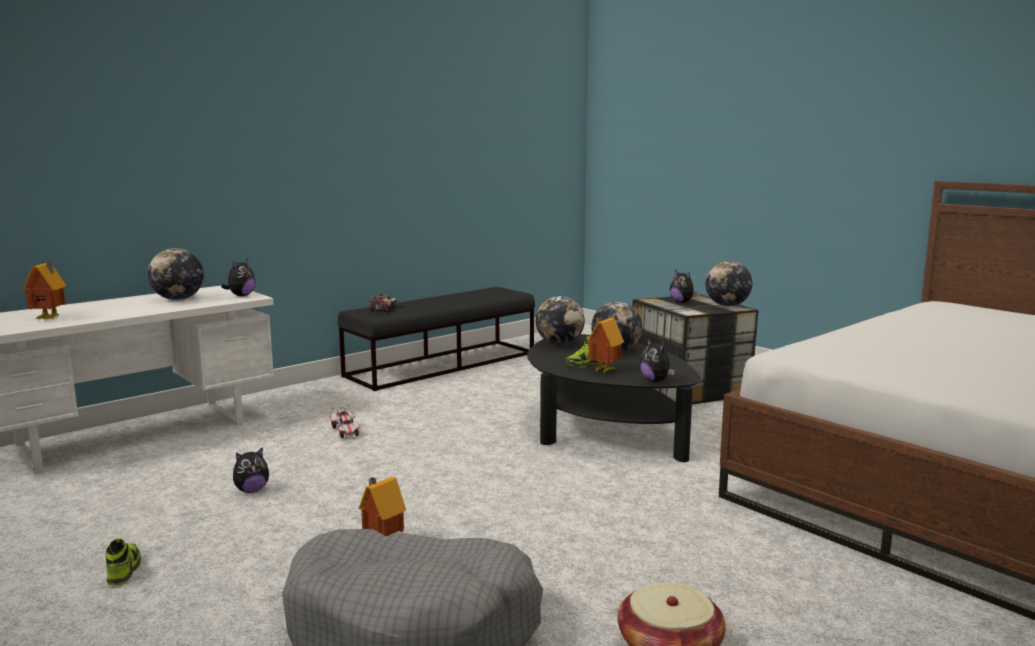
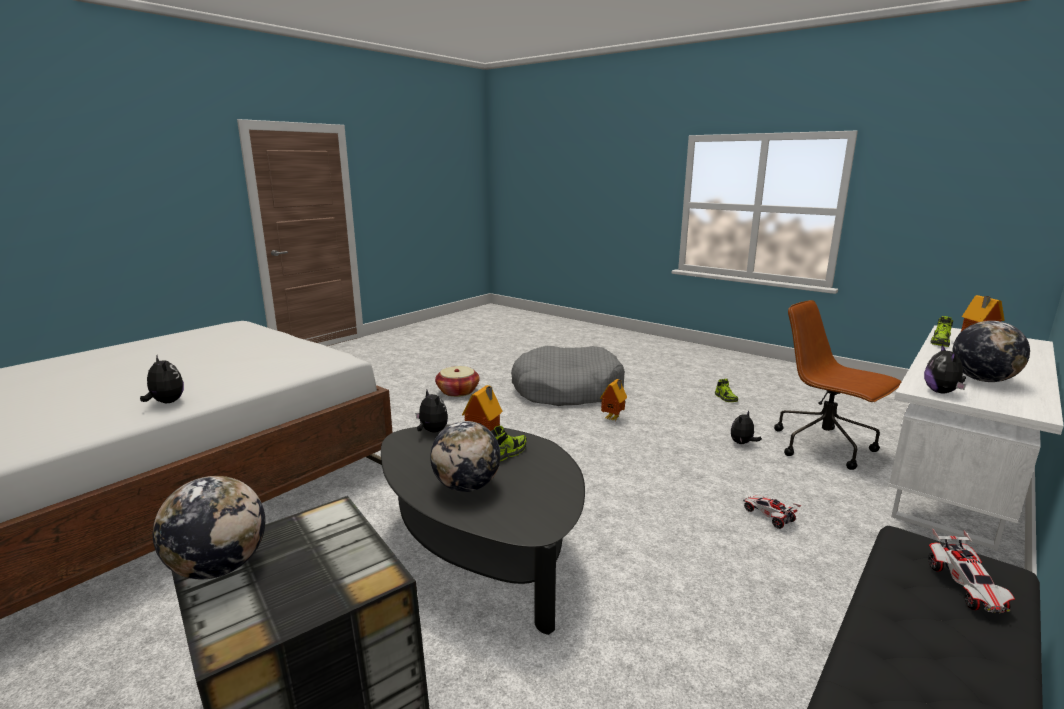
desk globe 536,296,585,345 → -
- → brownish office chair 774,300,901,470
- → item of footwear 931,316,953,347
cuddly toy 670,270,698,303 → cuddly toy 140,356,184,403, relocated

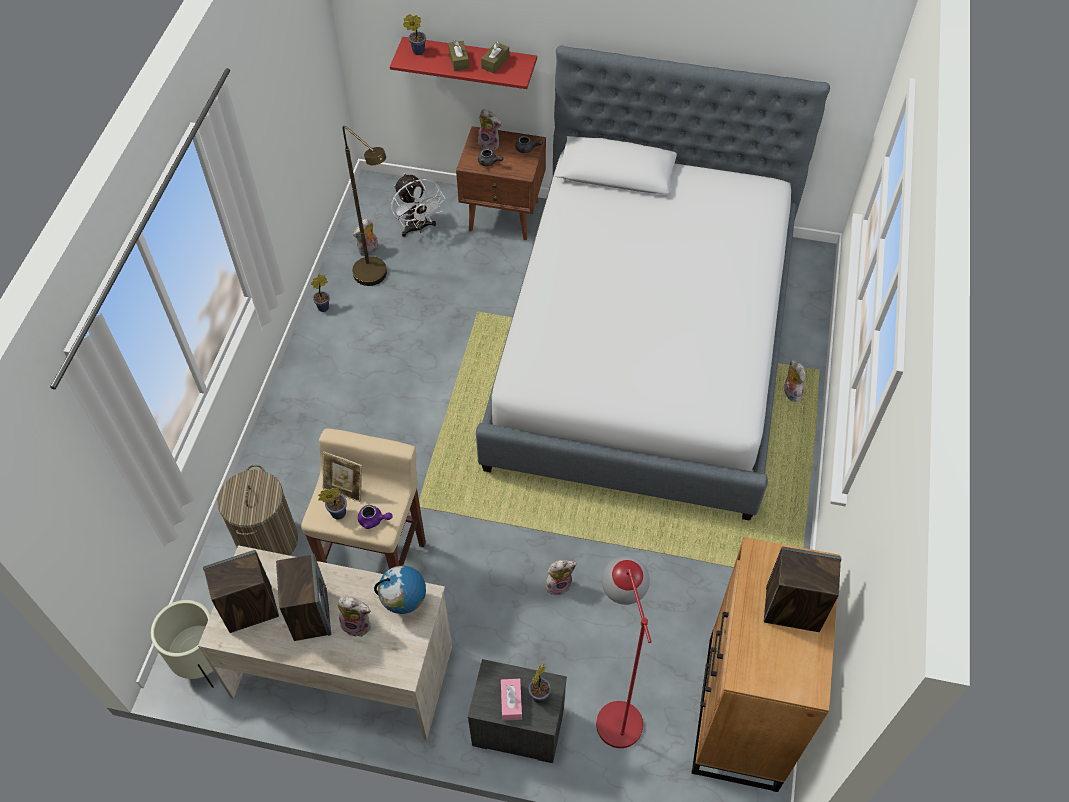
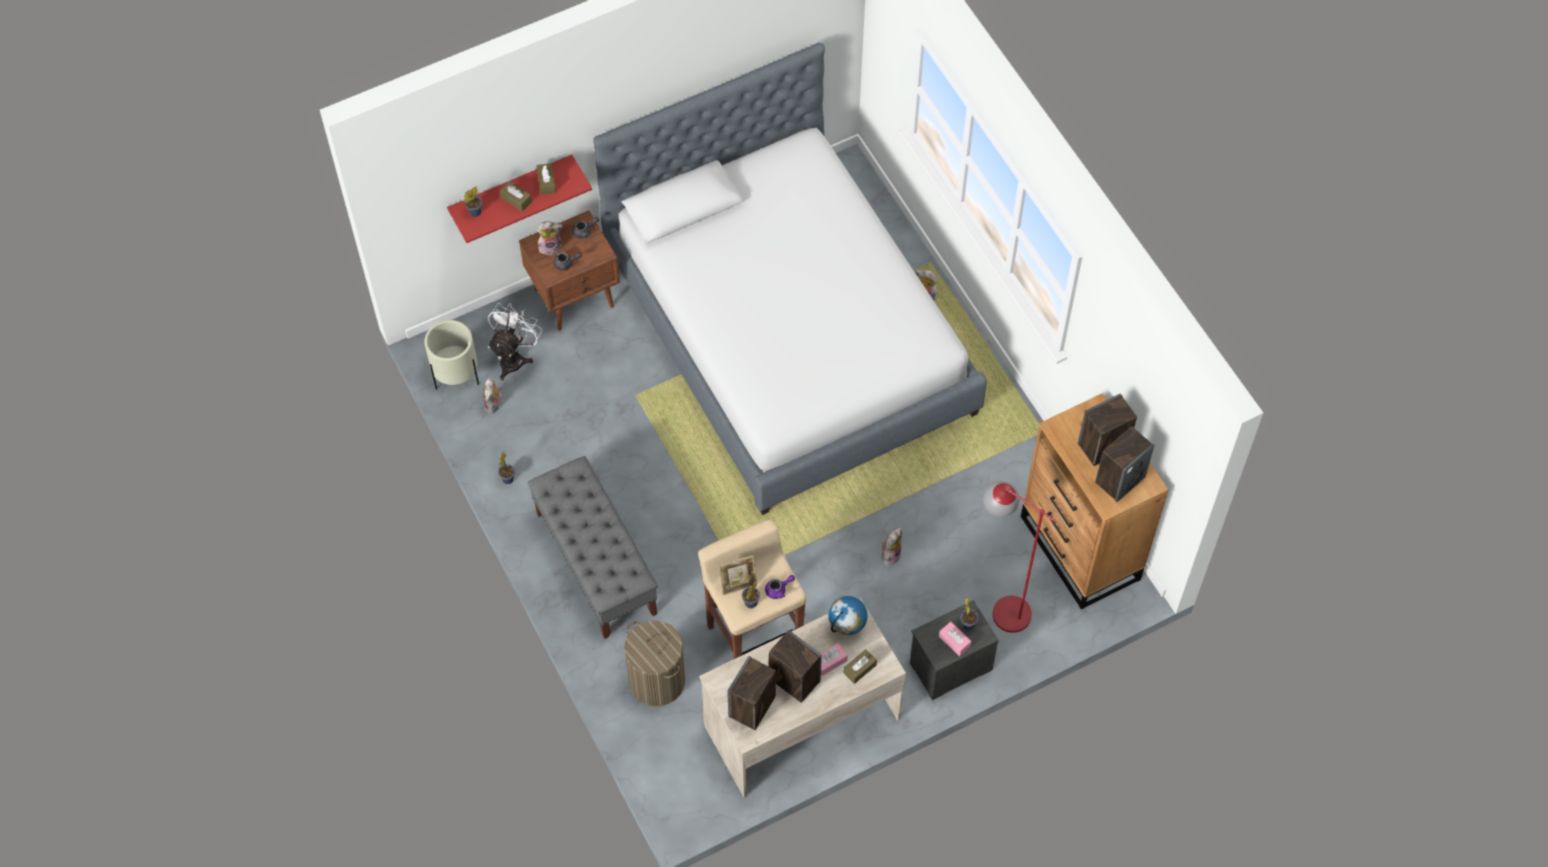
brownish standing lamp 343,126,387,286 → -
- → gray indoor bench 528,456,658,639
- → brownish box of tissues 843,649,877,684
- → loudspeaker 1095,426,1154,502
sand-coloured plant pot 151,600,214,688 → sand-coloured plant pot 424,320,479,390, relocated
cuddly toy 337,597,371,637 → pinkish box of tissues 821,643,848,676
white fan 391,173,445,237 → white fan 488,303,542,381, 90 degrees counterclockwise

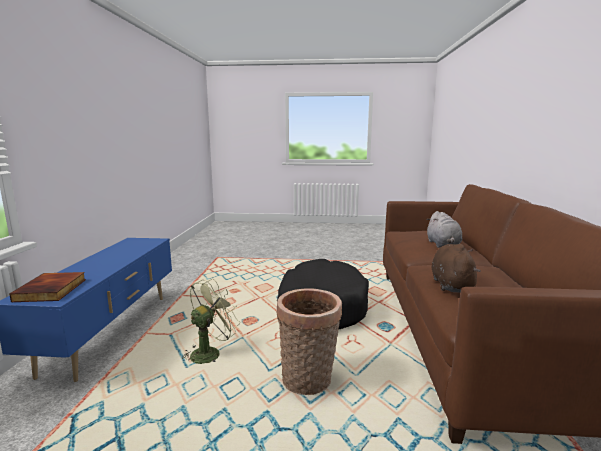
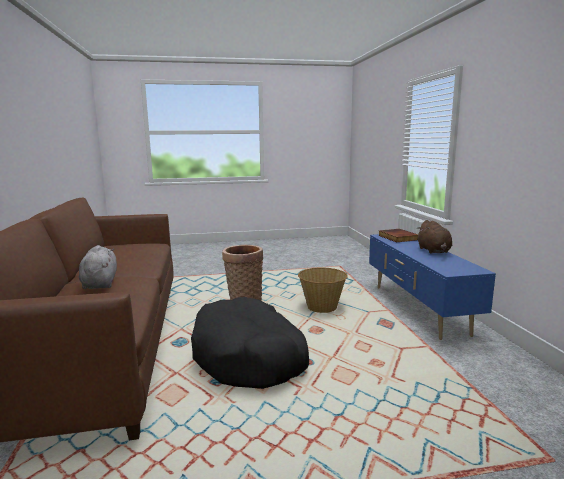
brownish cuddly toy 432,244,481,293 → brownish cuddly toy 416,220,452,254, relocated
greenish fan 182,279,240,364 → household basket 298,267,348,313

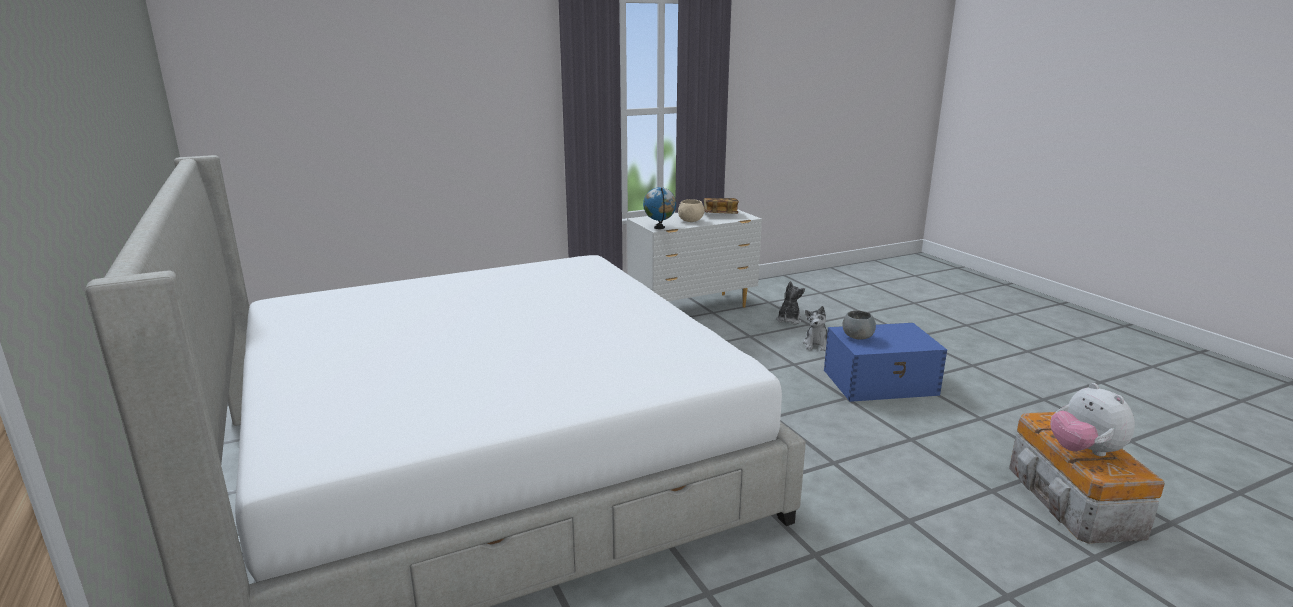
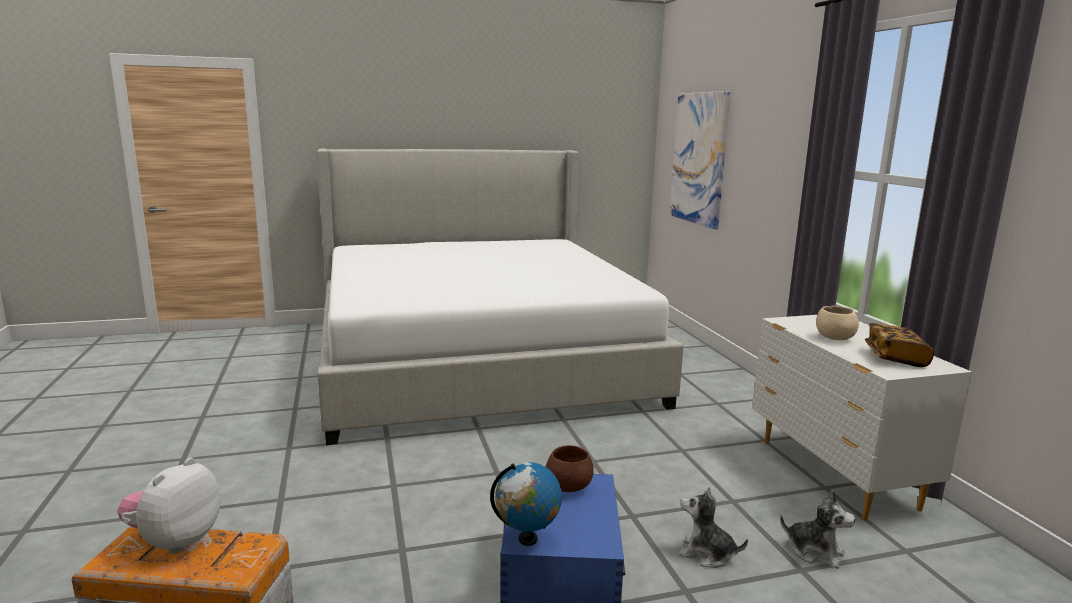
- → picture 670,91,731,229
desk globe 643,187,676,229 → desk globe 490,462,562,546, relocated
gray serving bowl 843,310,876,340 → brownish serving bowl 546,445,594,492
cuddly toy 1050,383,1135,457 → cuddly toy 117,457,221,554, 60 degrees counterclockwise

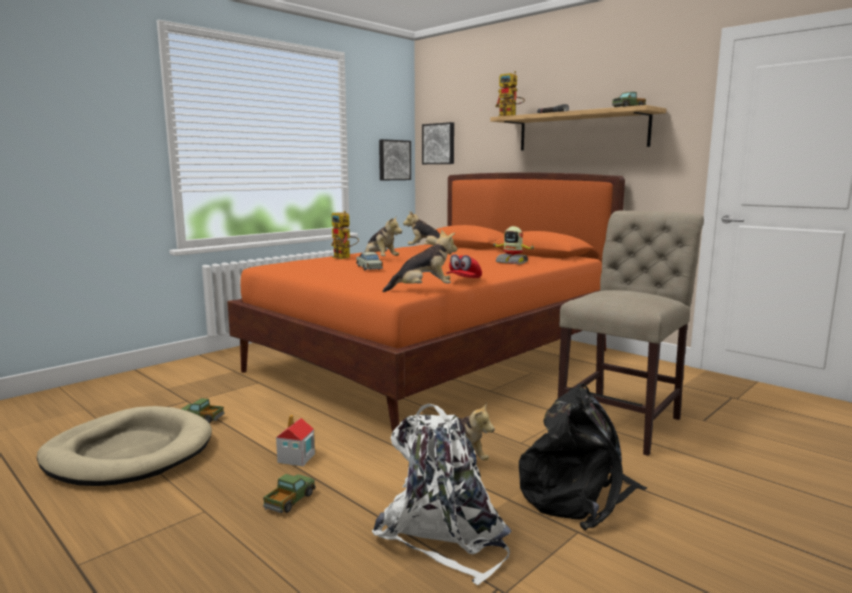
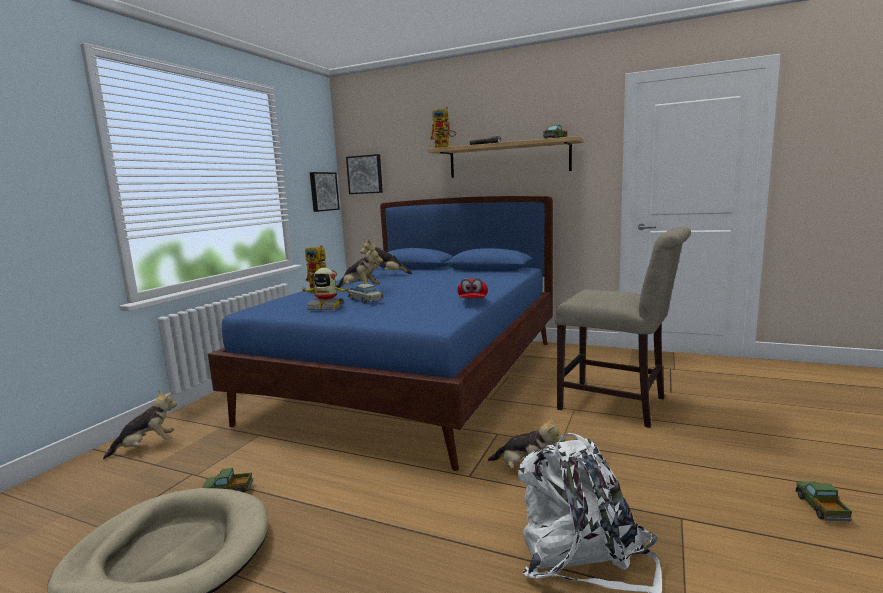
model house 276,414,315,467 → -
blackish rucksack 519,384,647,530 → -
toy truck 263,474,315,513 → toy truck 796,481,852,523, relocated
cuddly toy 382,230,457,292 → cuddly toy 103,391,177,459, relocated
model robot 491,226,535,264 → model robot 301,268,351,310, relocated
orange sleeping bed 227,173,625,432 → blue-coloured sleeping bed 208,196,553,471
sand-coloured upright chair 558,210,704,456 → sand-coloured upright chair 555,227,691,428, 105 degrees clockwise

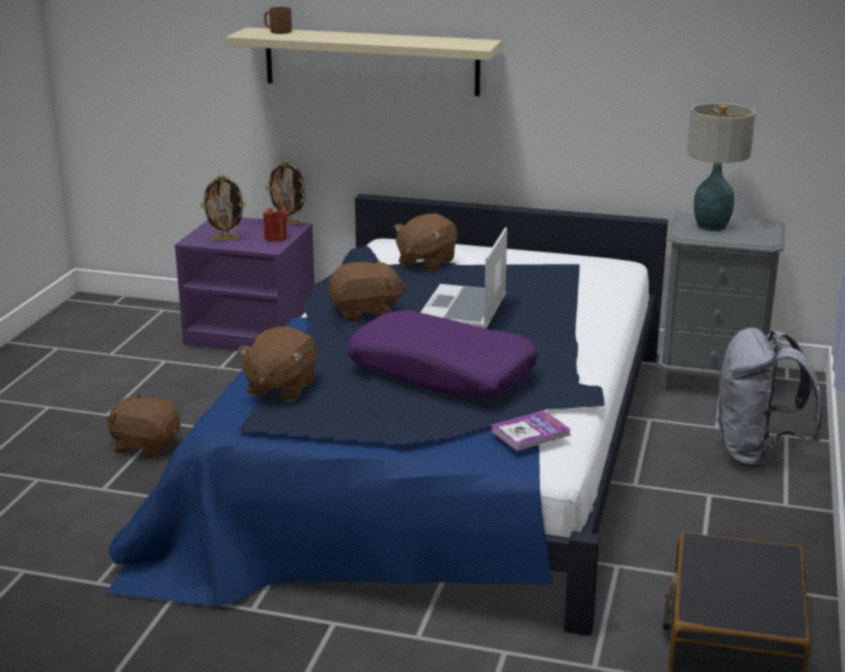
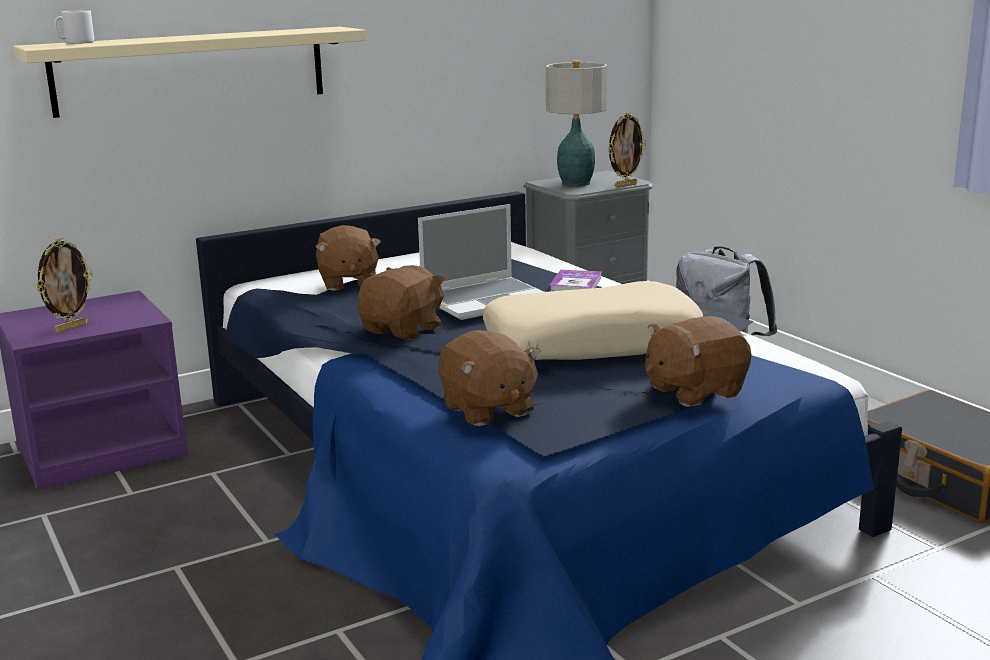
red wax candle 263,206,287,242 → -
brownish cuddly toy 107,393,180,458 → brownish cuddly toy 645,316,751,406, relocated
photo frame 266,160,307,225 → photo frame 608,112,646,187, relocated
book 490,410,571,451 → book 549,270,602,291, relocated
brownish coffee mug 264,7,292,34 → gray coffee mug 54,10,95,44
purple-coloured cushion 347,310,538,398 → sand-coloured cushion 483,281,703,360
notebook computer 420,227,507,329 → notebook computer 418,204,544,320, 90 degrees counterclockwise

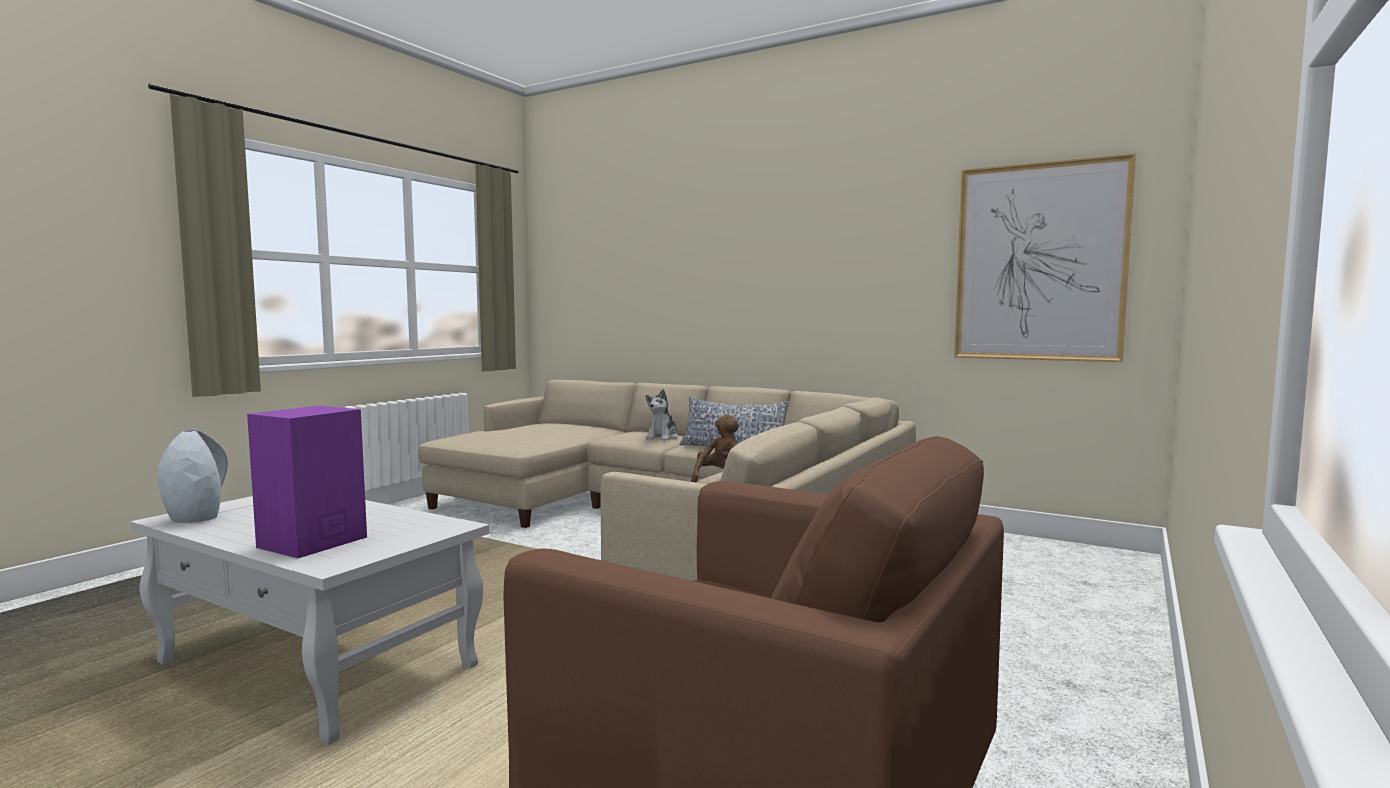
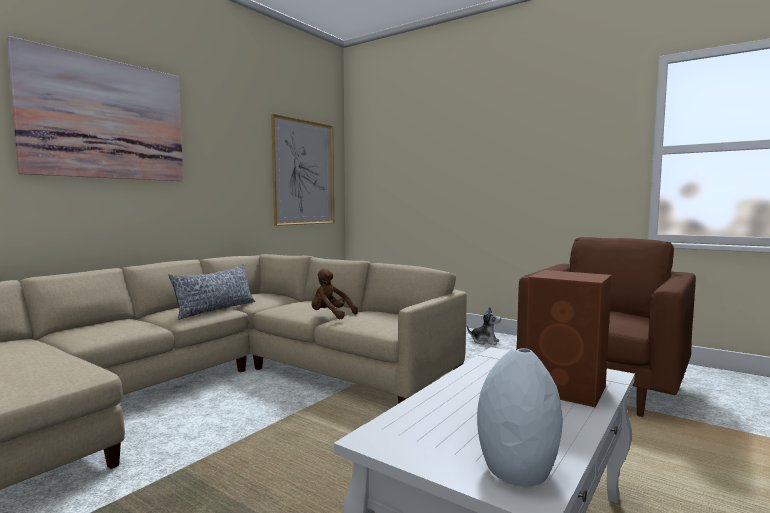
- → picture 7,36,183,181
cuddly toy 646,389,678,441 → cuddly toy 467,307,501,345, relocated
purple-coloured loudspeaker 247,405,367,558 → brownish loudspeaker 526,270,612,407

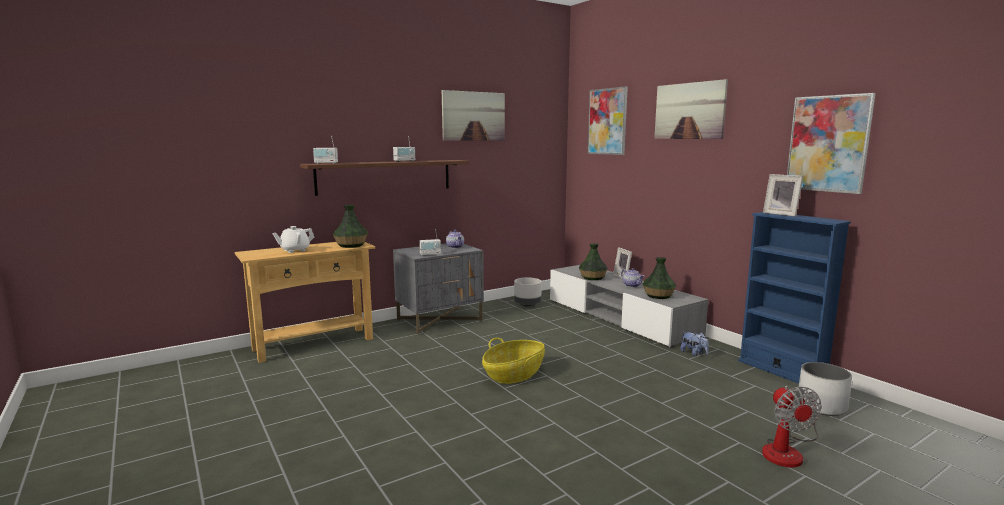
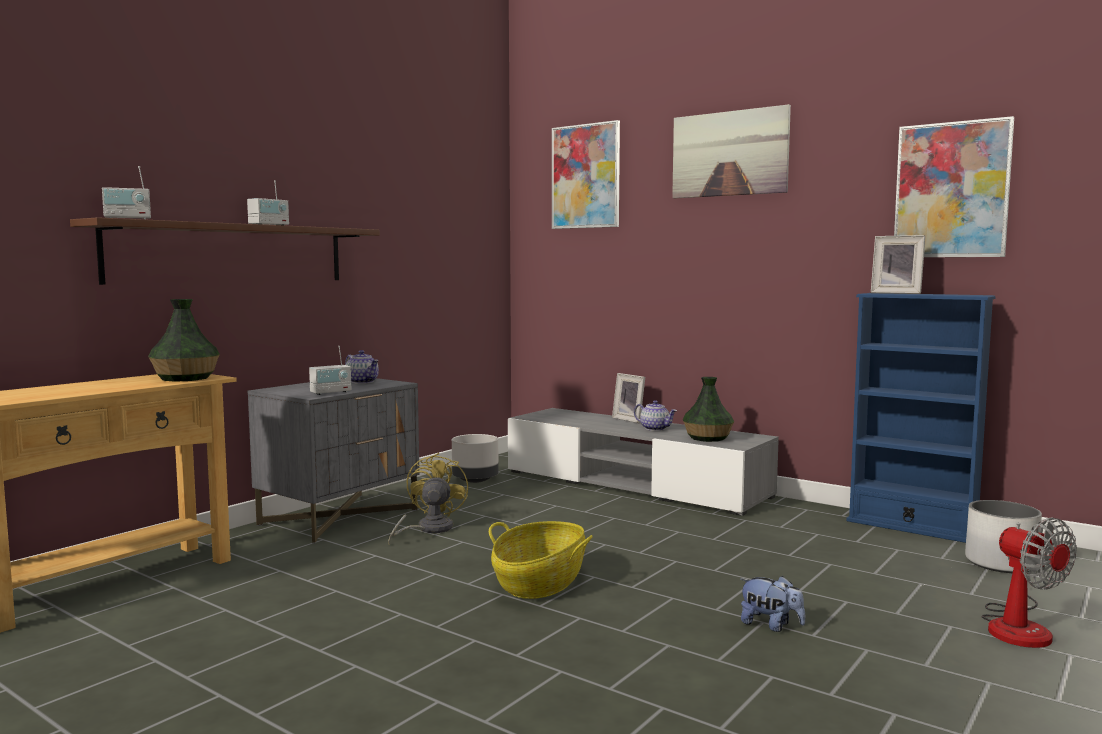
white tea pot 272,226,314,253 → -
picture 442,90,505,141 → -
flower vase 579,243,608,280 → -
- → yellowish fan 388,453,468,544
cuddly toy 680,332,709,356 → cuddly toy 740,576,805,632, relocated

